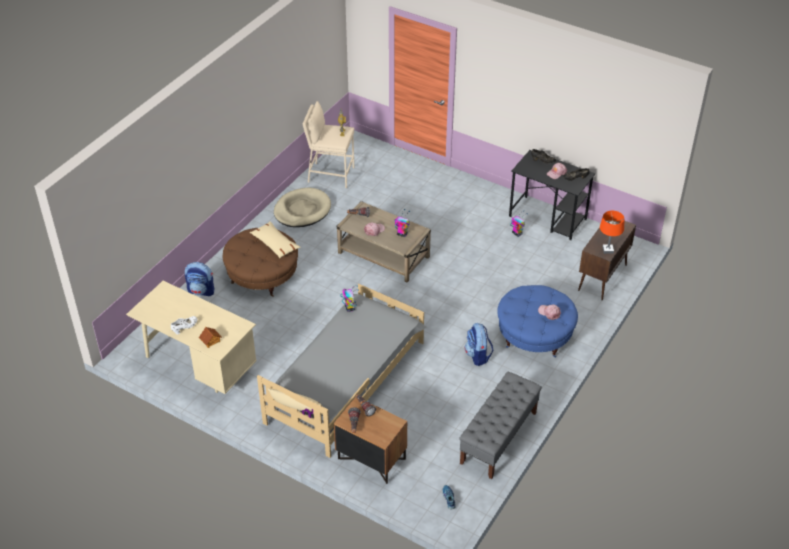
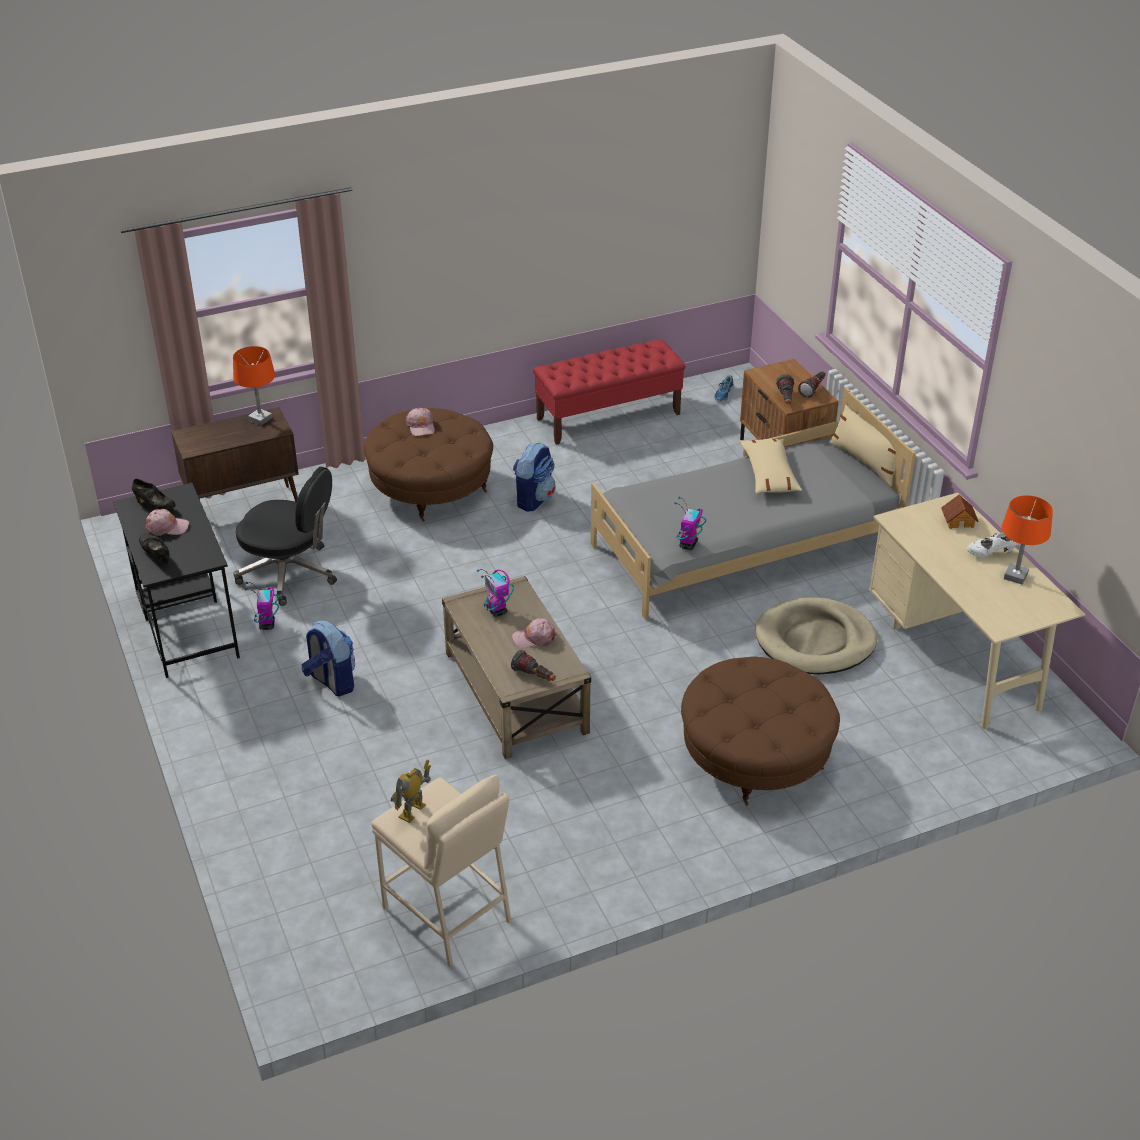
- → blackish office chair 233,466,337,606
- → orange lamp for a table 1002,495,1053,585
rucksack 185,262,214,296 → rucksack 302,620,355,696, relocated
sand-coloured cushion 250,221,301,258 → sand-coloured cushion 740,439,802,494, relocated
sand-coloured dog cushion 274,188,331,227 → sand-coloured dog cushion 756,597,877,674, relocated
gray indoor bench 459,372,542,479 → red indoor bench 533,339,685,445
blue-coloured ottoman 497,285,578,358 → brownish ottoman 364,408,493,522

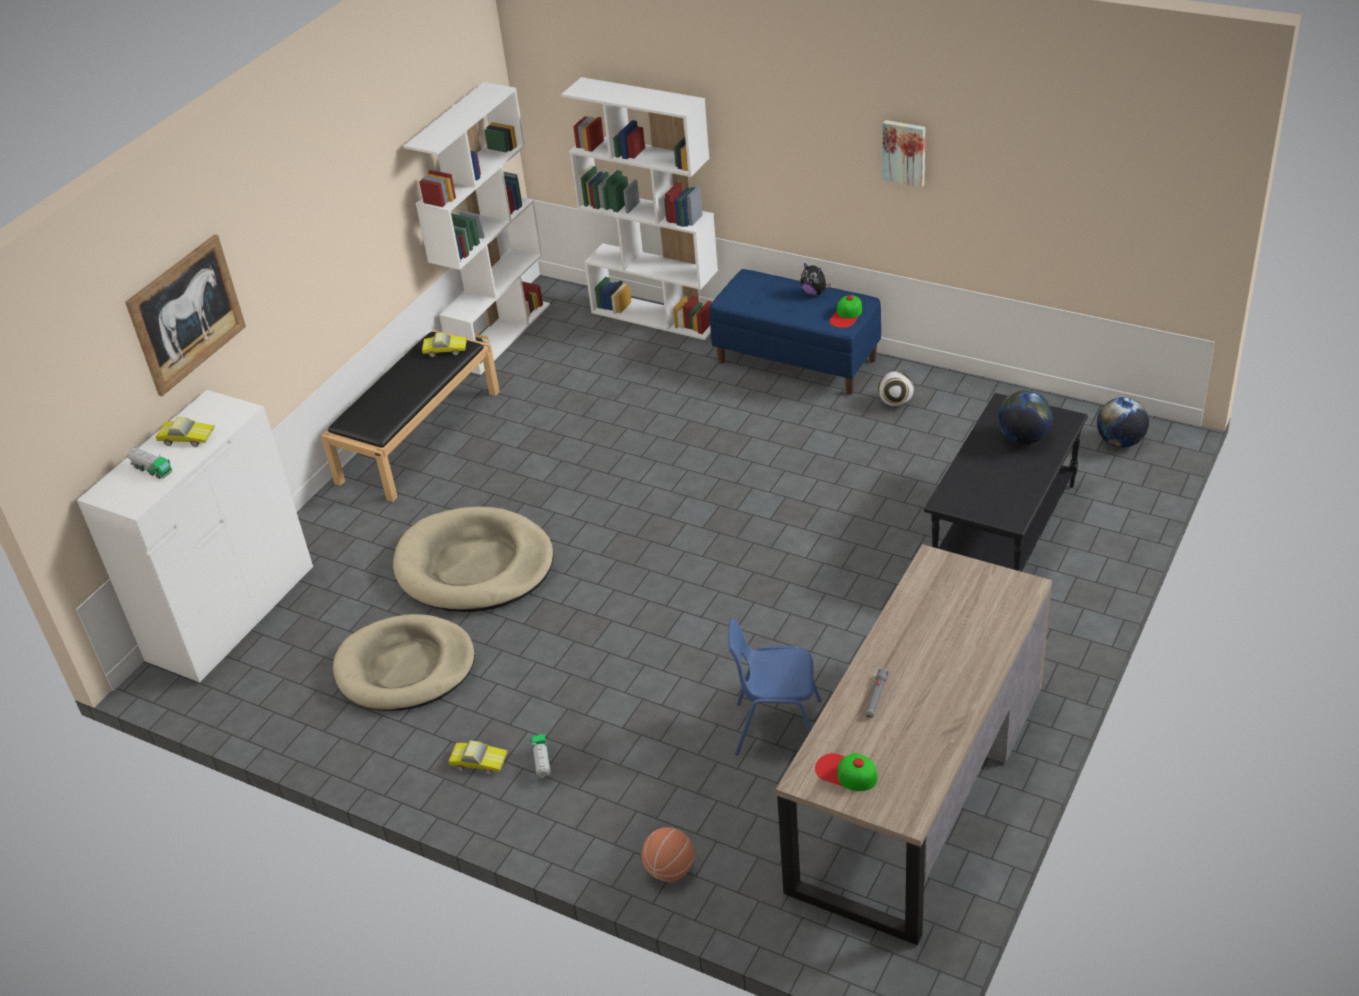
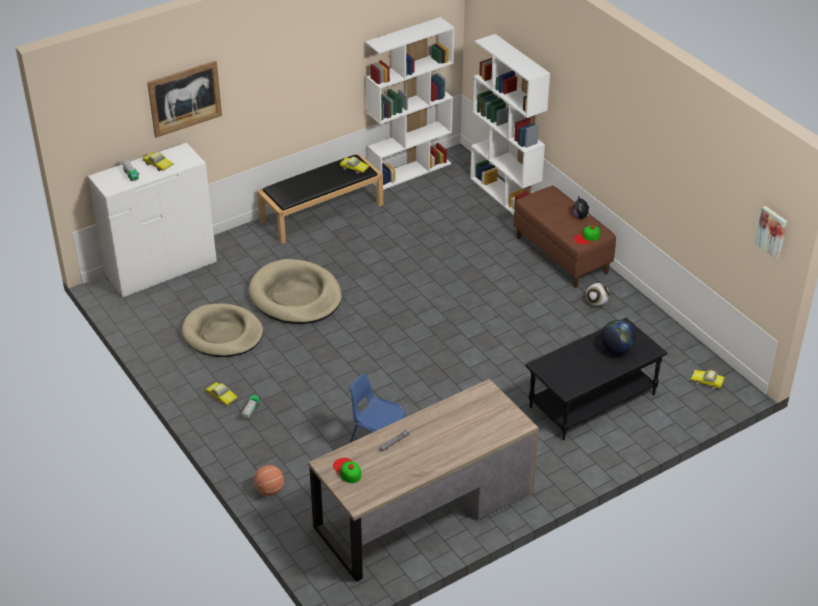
picture 883,120,925,187 → picture 755,206,787,259, relocated
desk globe 1097,397,1149,448 → miniature car 691,370,725,389
blue-coloured indoor bench 709,269,881,395 → brownish indoor bench 513,186,616,288

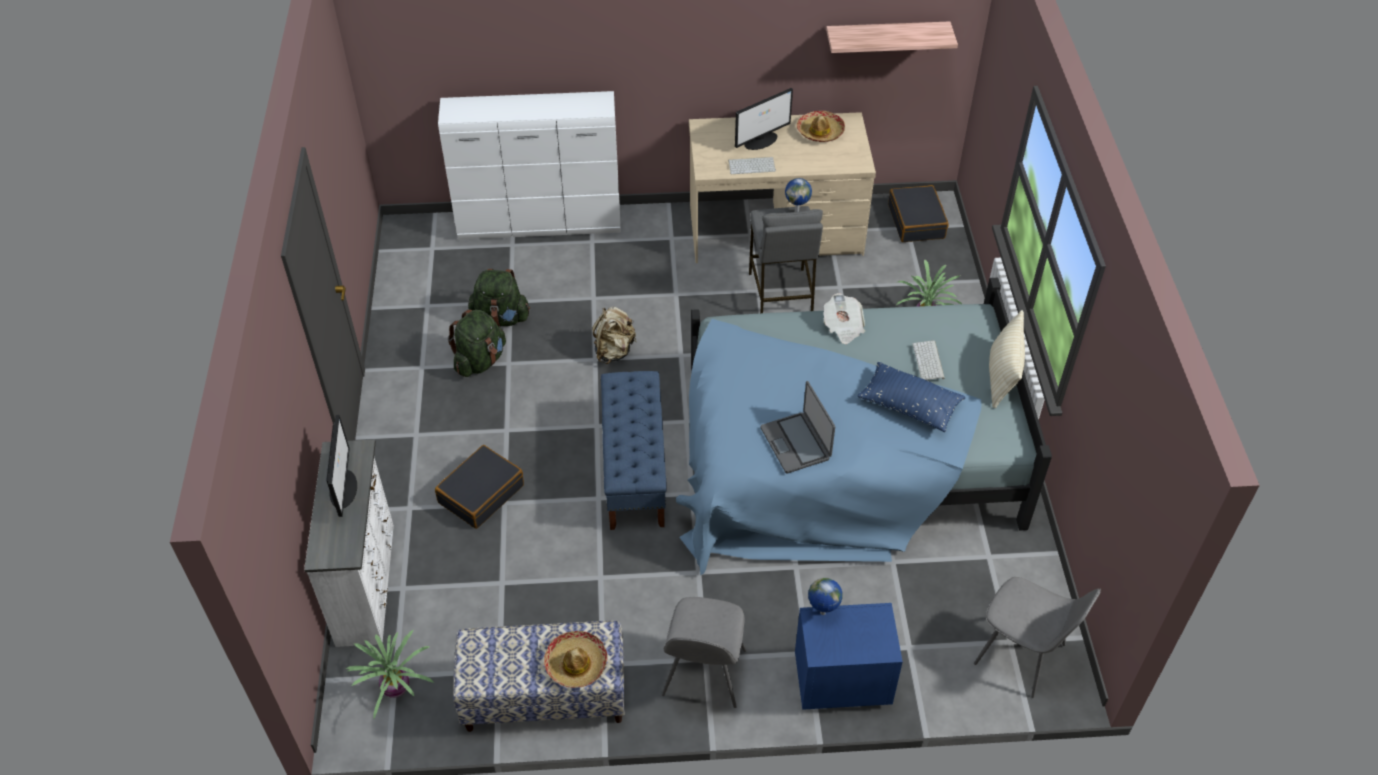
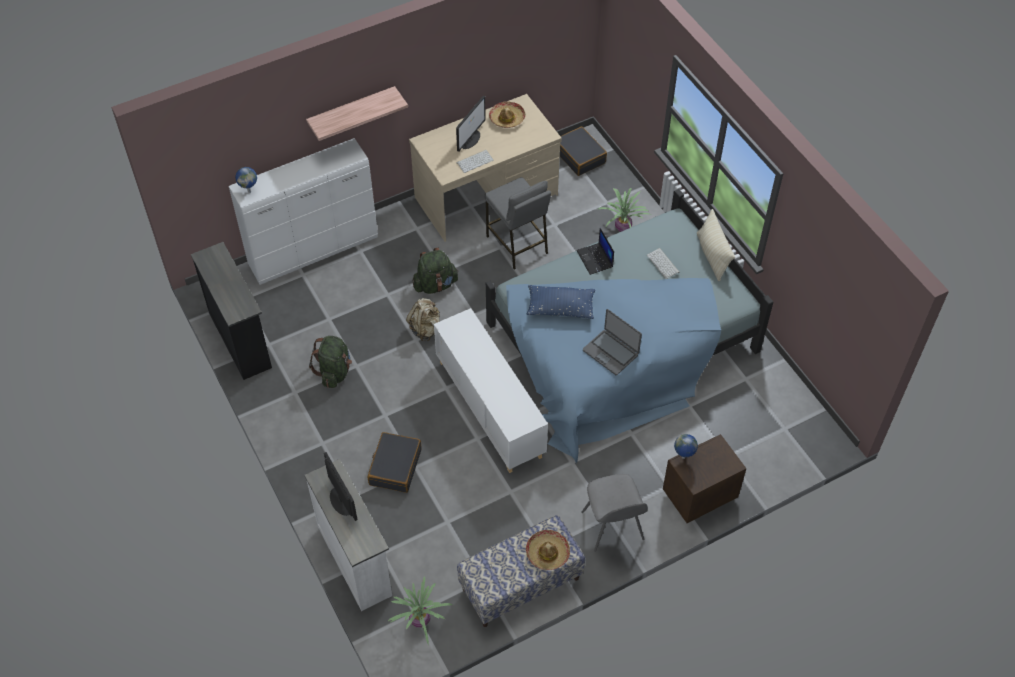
gray upright chair 974,577,1101,698 → -
- → blackish chest of drawers 191,242,272,380
greenish rucksack 468,269,530,327 → greenish rucksack 412,248,458,294, relocated
desk globe 785,178,812,212 → desk globe 235,167,257,193, relocated
wall shelf 826,21,958,53 → wall shelf 306,86,408,141, relocated
blue-coloured cushion 858,362,965,432 → blue-coloured cushion 527,285,596,319, relocated
blue-coloured indoor bench 601,371,667,530 → white cupboard 434,308,548,473
daily paper 823,293,865,344 → notebook computer 576,228,614,275
blue-coloured bedside table 795,603,903,710 → brownish bedside table 663,434,746,523

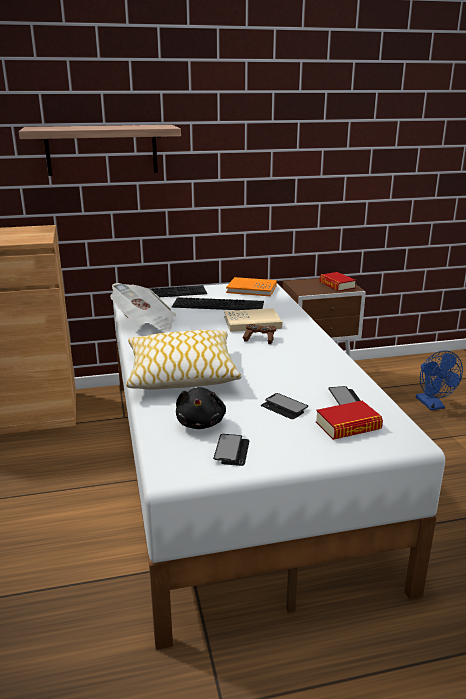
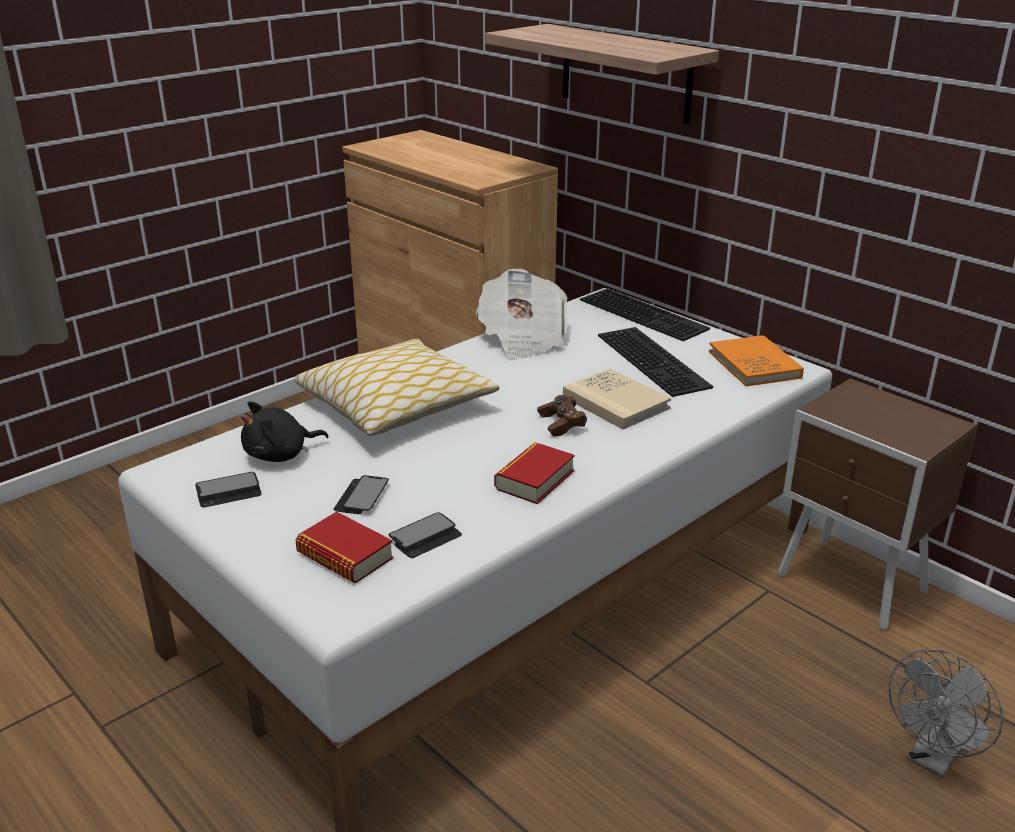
book 319,272,356,291 → book 494,442,575,504, relocated
blue-coloured fan 416,351,463,410 → gray fan 889,649,1003,778

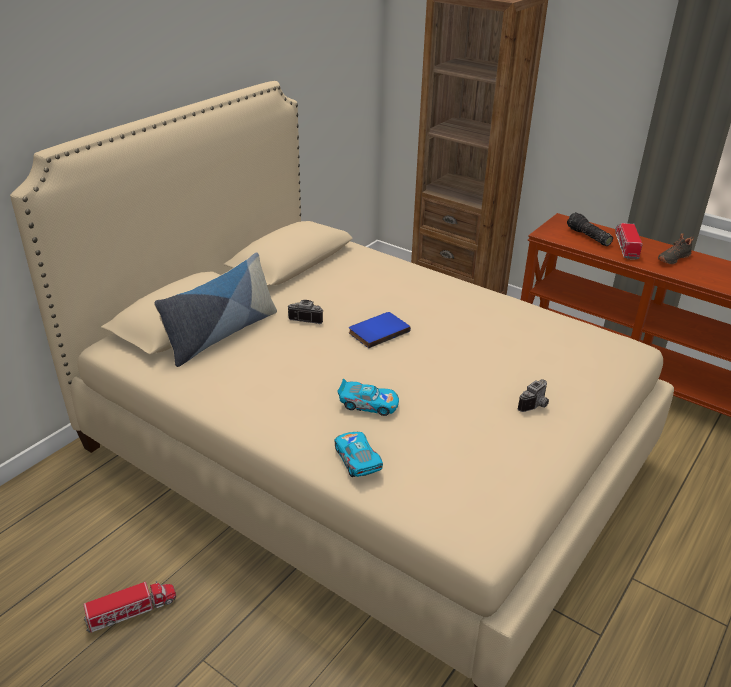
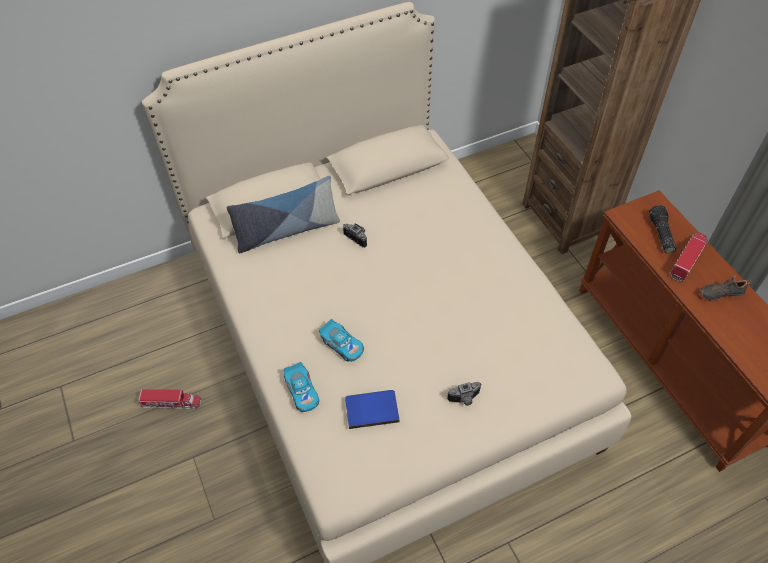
blue-coloured book 349,312,411,348 → blue-coloured book 345,390,399,429, relocated
miniature car 334,432,383,477 → miniature car 284,362,319,412, 150 degrees clockwise

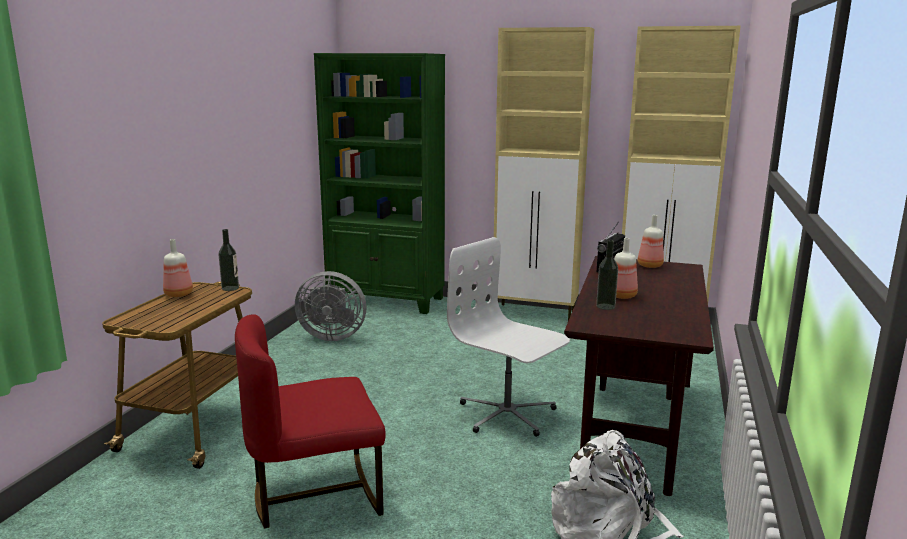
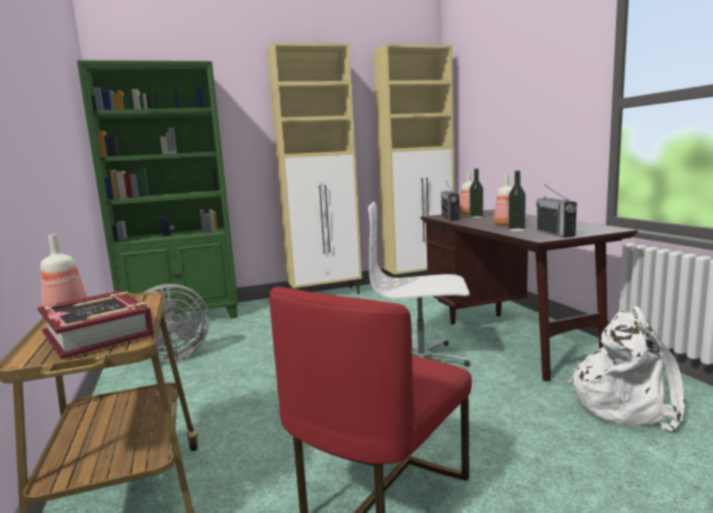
- → book 38,291,154,359
- → radio set 536,185,577,238
drink bottle 219,229,239,291 → drink bottle 470,169,483,218, relocated

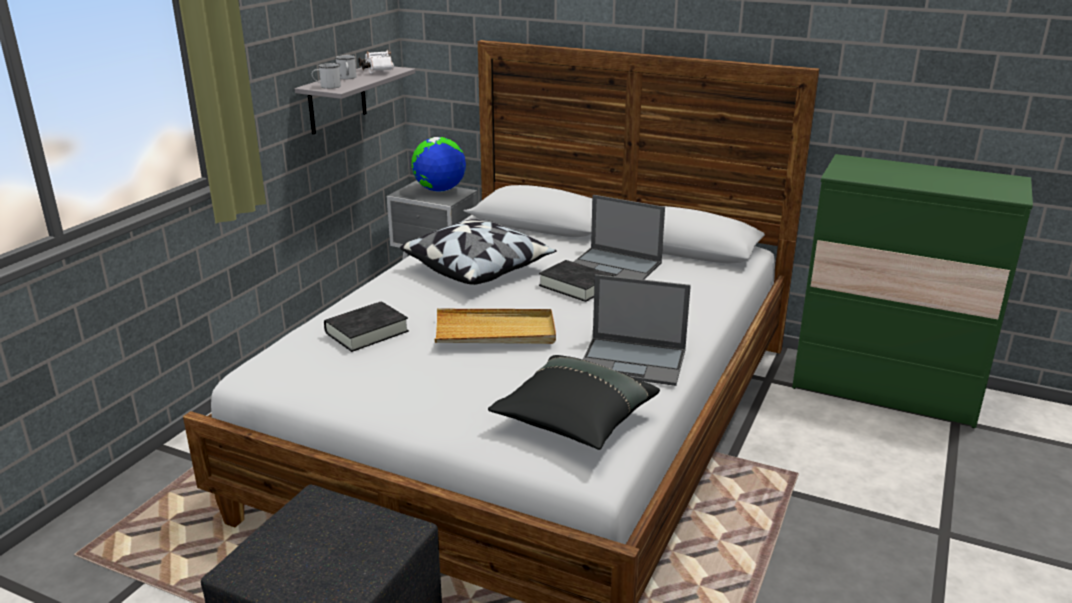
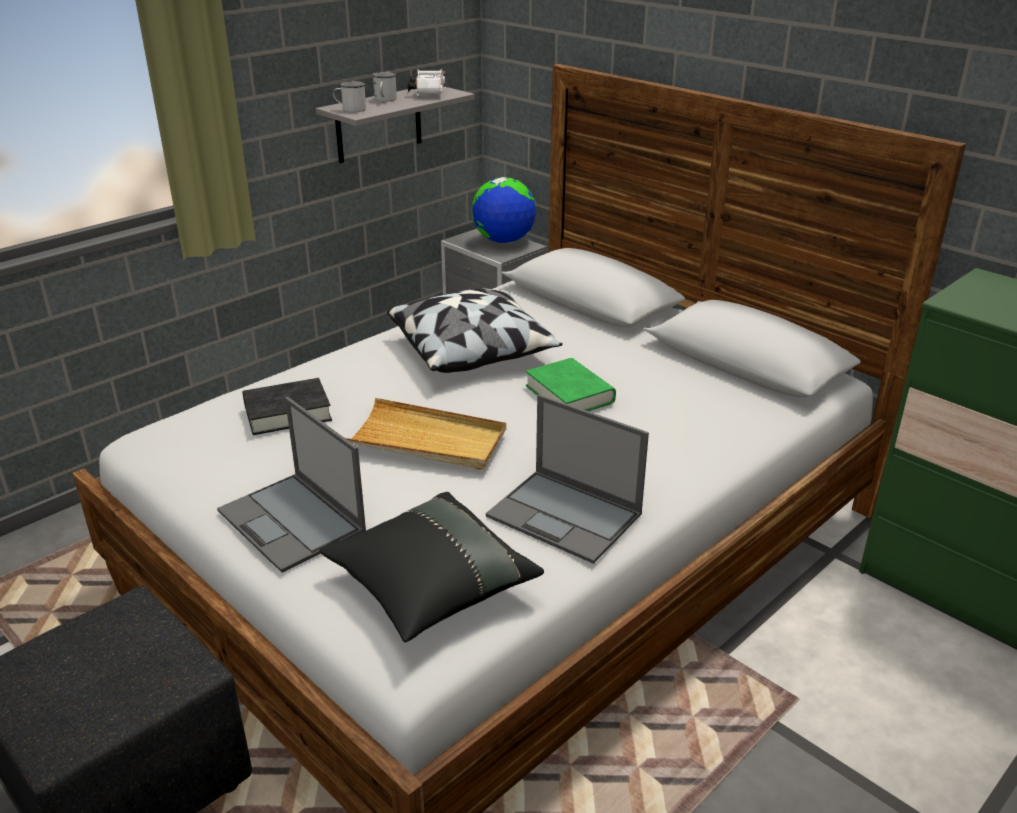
notebook computer 573,195,665,280 → notebook computer 217,397,366,573, relocated
blackish book 539,260,613,302 → greenish book 526,358,616,411

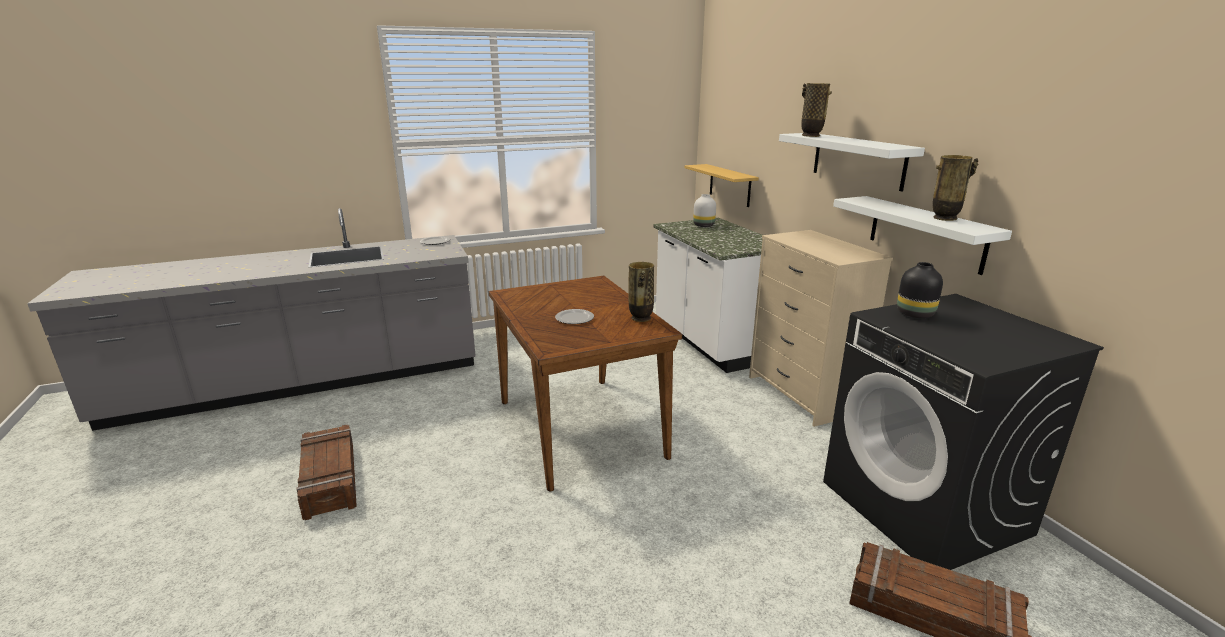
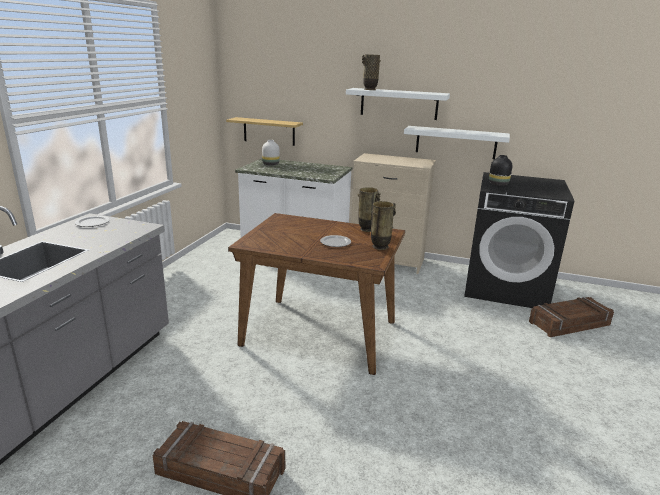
flower vase 933,155,978,221 → flower vase 371,201,396,250, relocated

